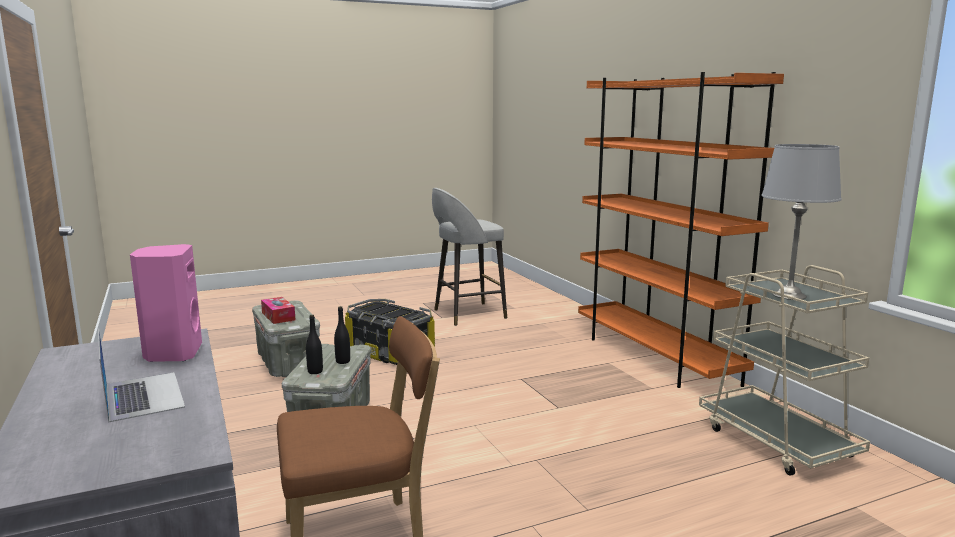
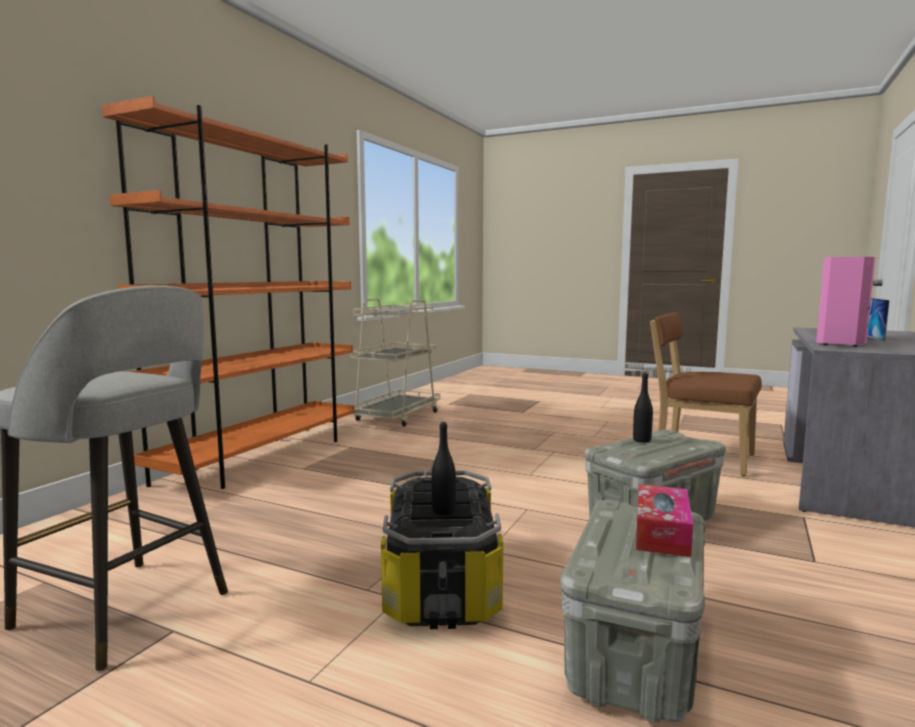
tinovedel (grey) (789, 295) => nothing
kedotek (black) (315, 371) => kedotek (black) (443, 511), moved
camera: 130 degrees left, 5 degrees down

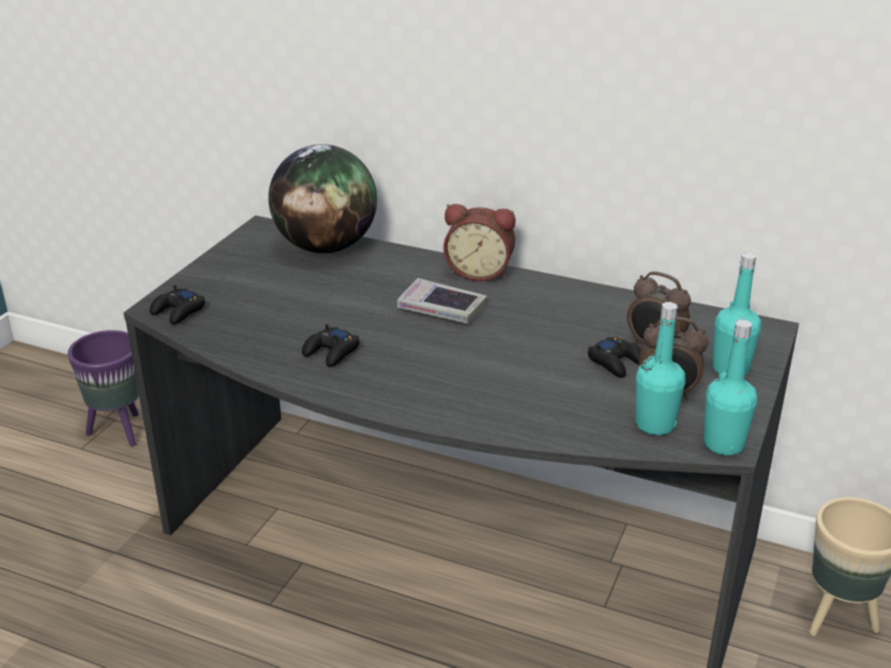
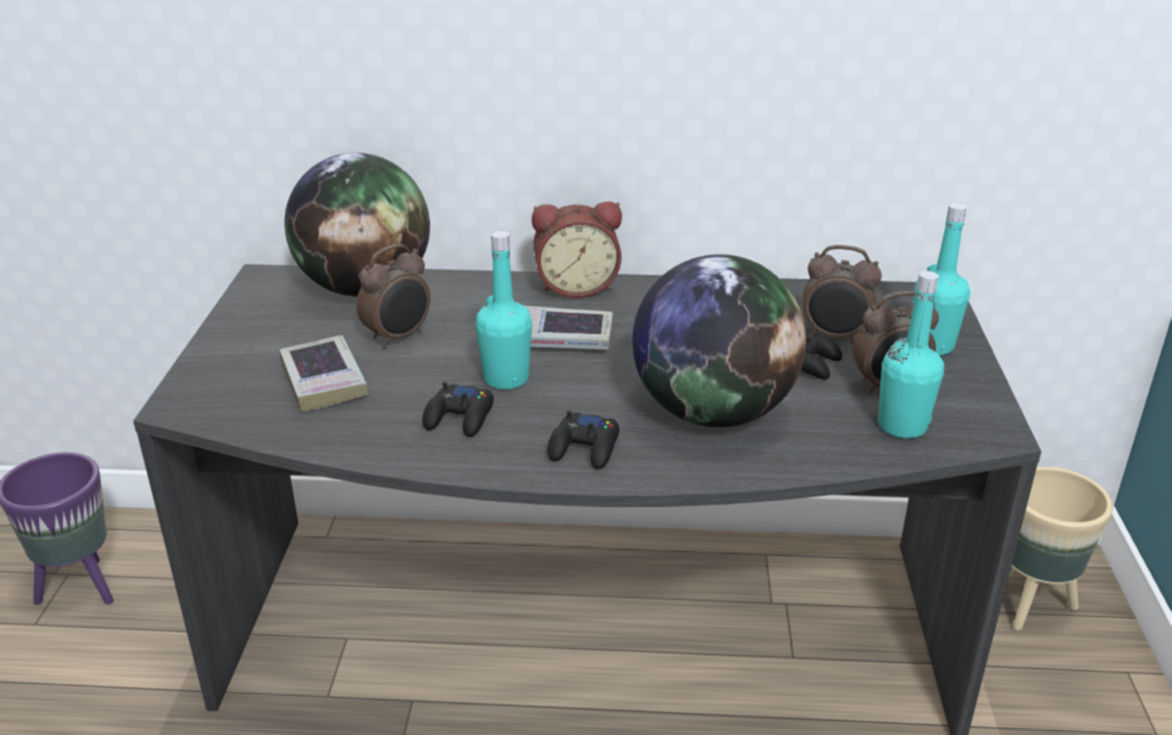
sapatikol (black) (178, 312) => sapatikol (black) (585, 448), moved
kedotek (turquoise) (723, 444) => kedotek (turquoise) (506, 379), moved
nothing => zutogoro (399, 337)
nothing => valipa (713, 412)
nothing => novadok (324, 380)
camera: 20 degrees left, 0 degrees up

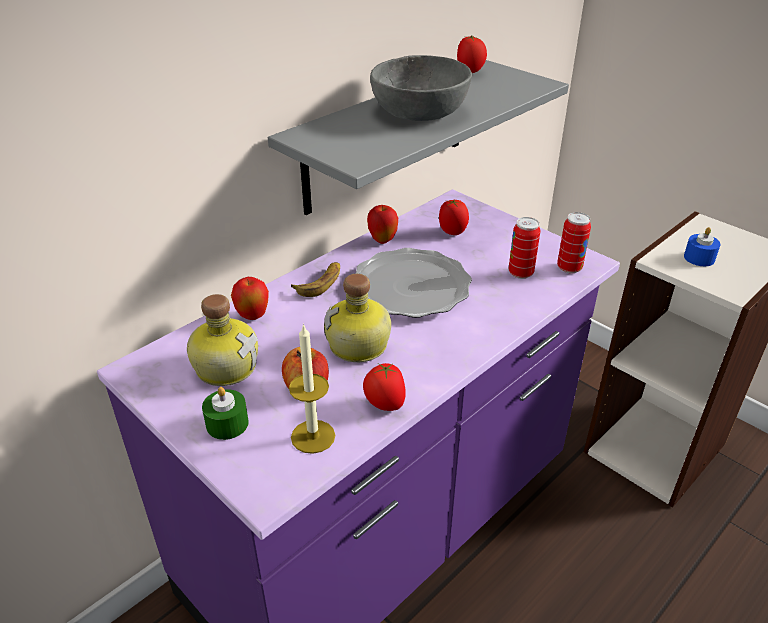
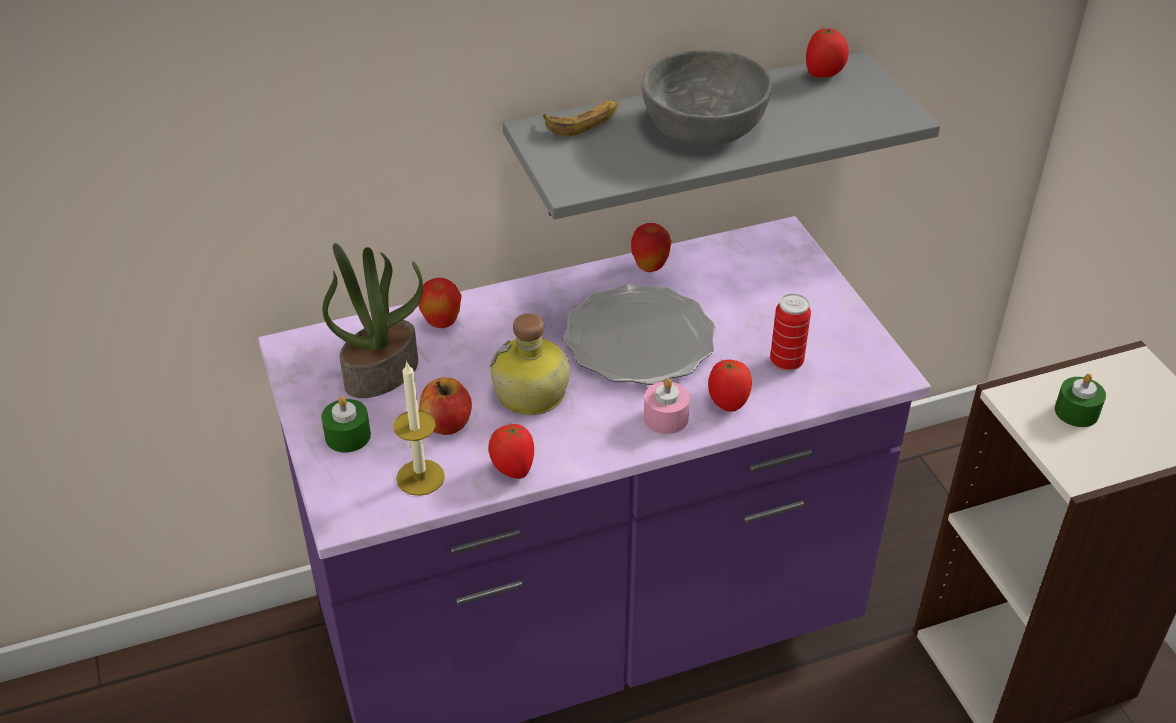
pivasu (452, 231) => pivasu (728, 403), moved
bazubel (569, 268) => nothing
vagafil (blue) (699, 258) => vagafil (green) (1076, 412)
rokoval (320, 283) => rokoval (583, 122), moved
kedotek (226, 366) => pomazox (381, 373)
nothing => vagafil (pink) (666, 418)
camera: 25 degrees right, 5 degrees up

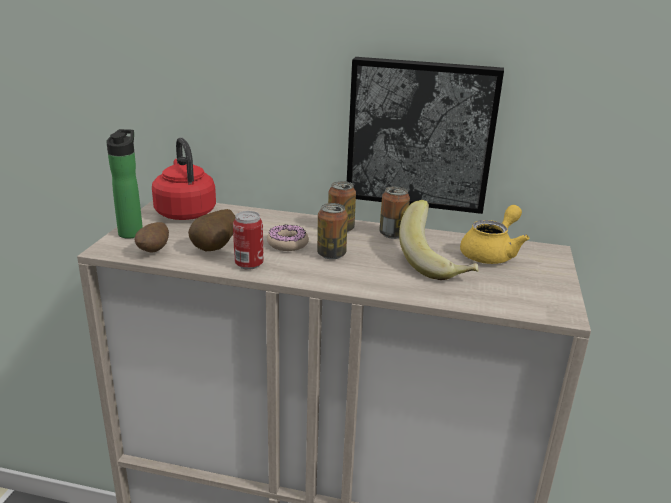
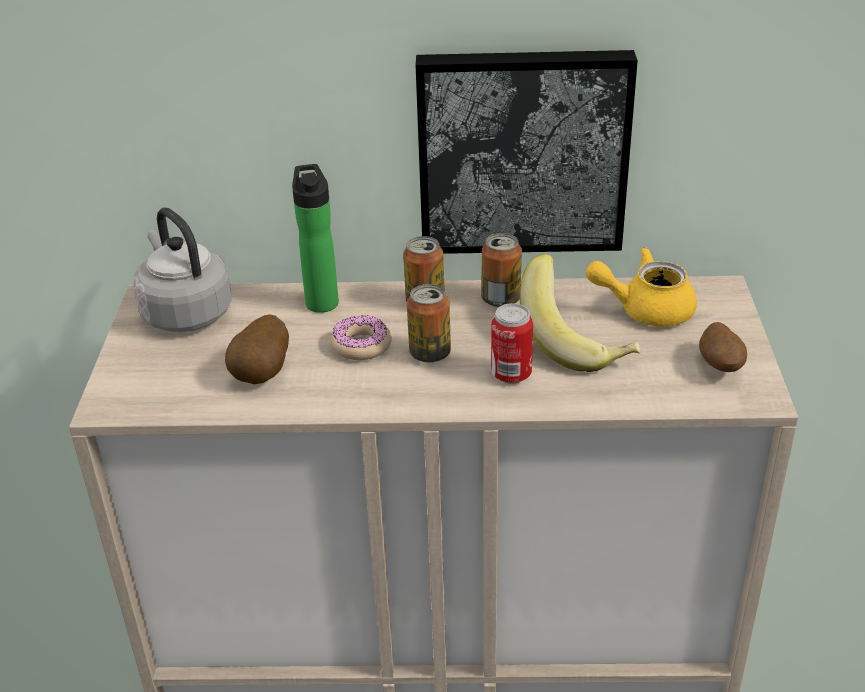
kedotek (132, 232) => kedotek (321, 300), moved
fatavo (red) (184, 212) => fatavo (grey) (185, 312)
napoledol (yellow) (492, 253) => napoledol (yellow) (645, 309), 120 degrees counterclockwise
bazubel (249, 264) => bazubel (511, 374), moved
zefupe (154, 251) => zefupe (720, 366), moved
camera: 10 degrees left, 10 degrees up

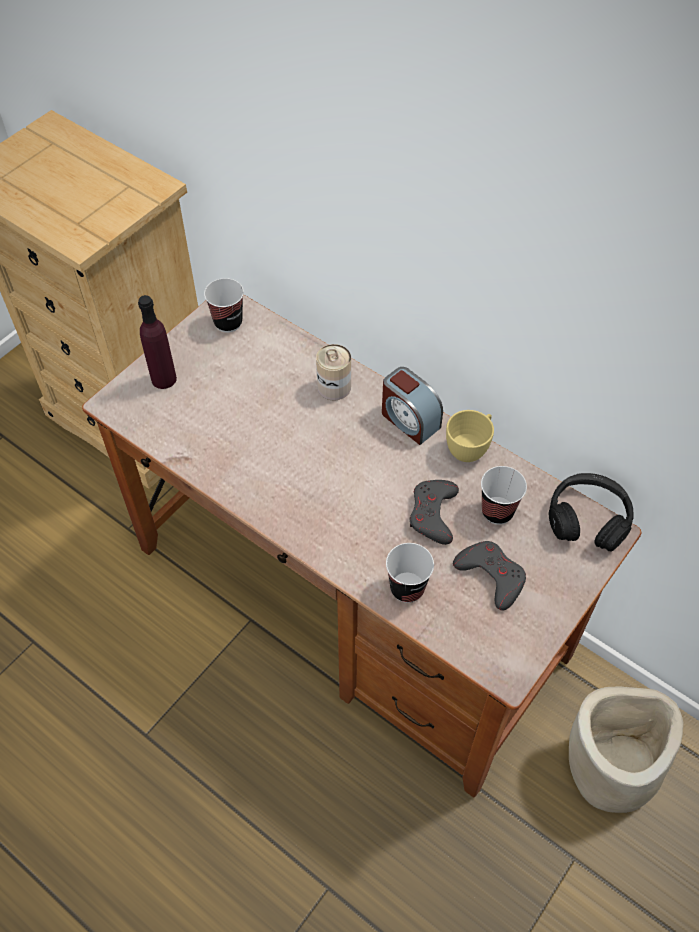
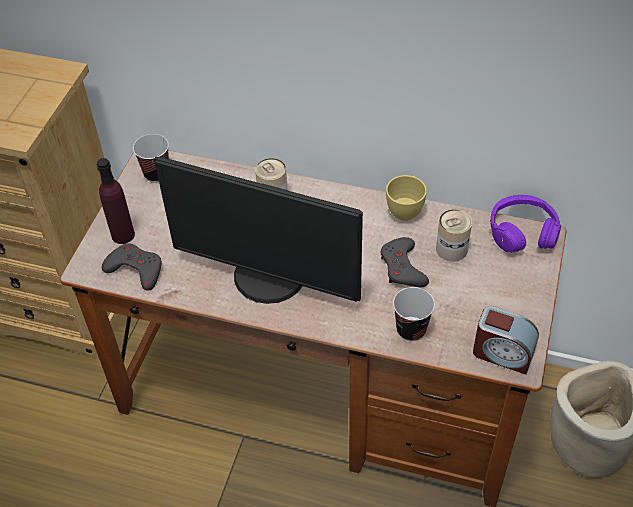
zutogoro (409, 420) => zutogoro (502, 353), moved
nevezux (497, 511) => bazubel (451, 249)
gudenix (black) (588, 519) => gudenix (purple) (522, 231)
sapatikol (grey) (491, 576) => sapatikol (grey) (135, 269), moved
nothing => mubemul (268, 278)
camera: 20 degrees left, 5 degrees down

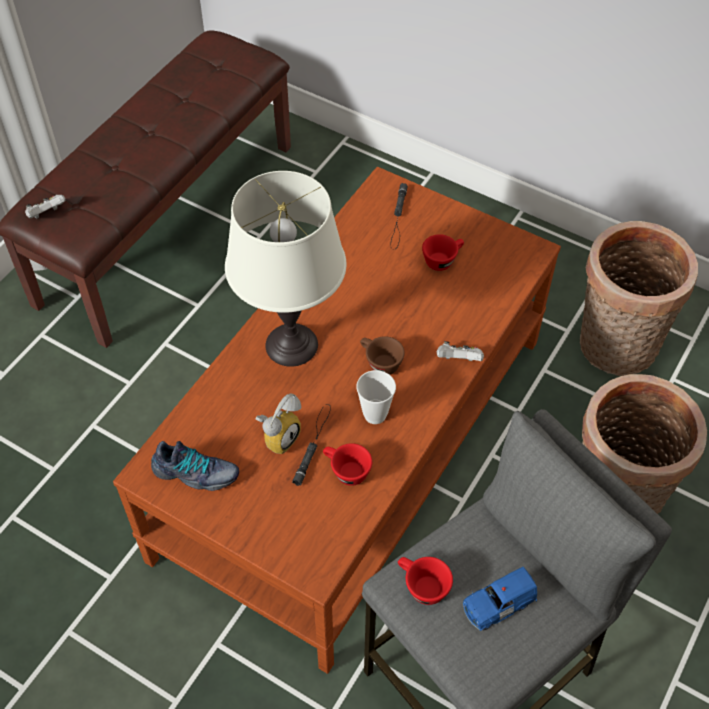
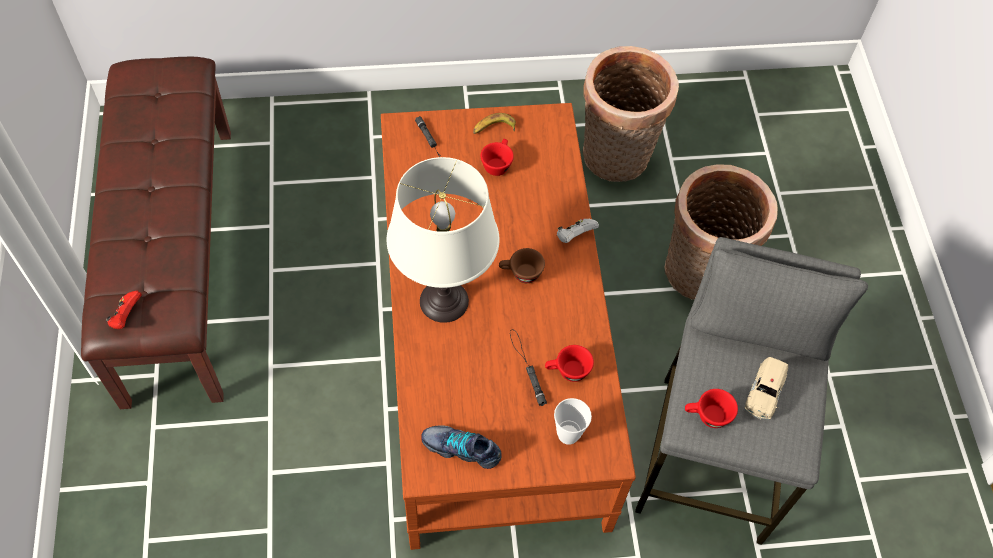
sapatikol (white) (47, 214) => sapatikol (red) (126, 316)
nevezux (375, 414) => nevezux (568, 434), moved
zutogoro (279, 436) => nothing
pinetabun (195, 474) => pinetabun (461, 448), 135 degrees counterclockwise
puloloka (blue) (497, 605) => puloloka (beige) (763, 395)
nothing => rokoval (493, 128)
camera: 40 degrees left, 5 degrees up

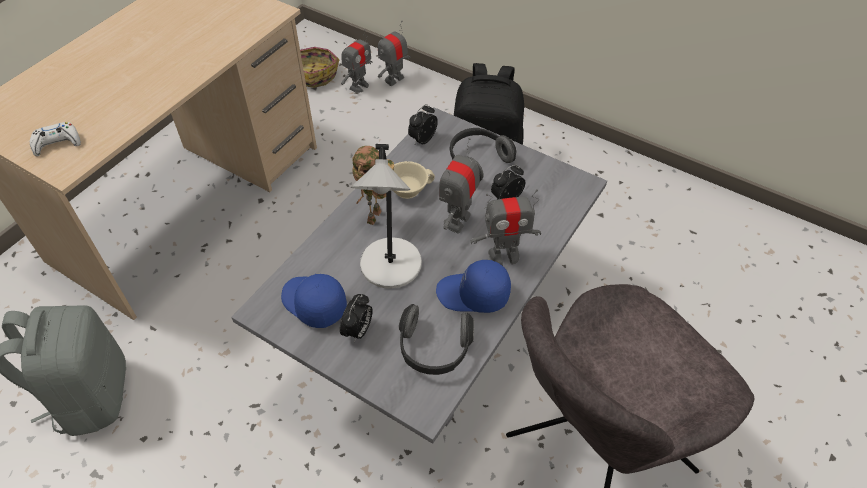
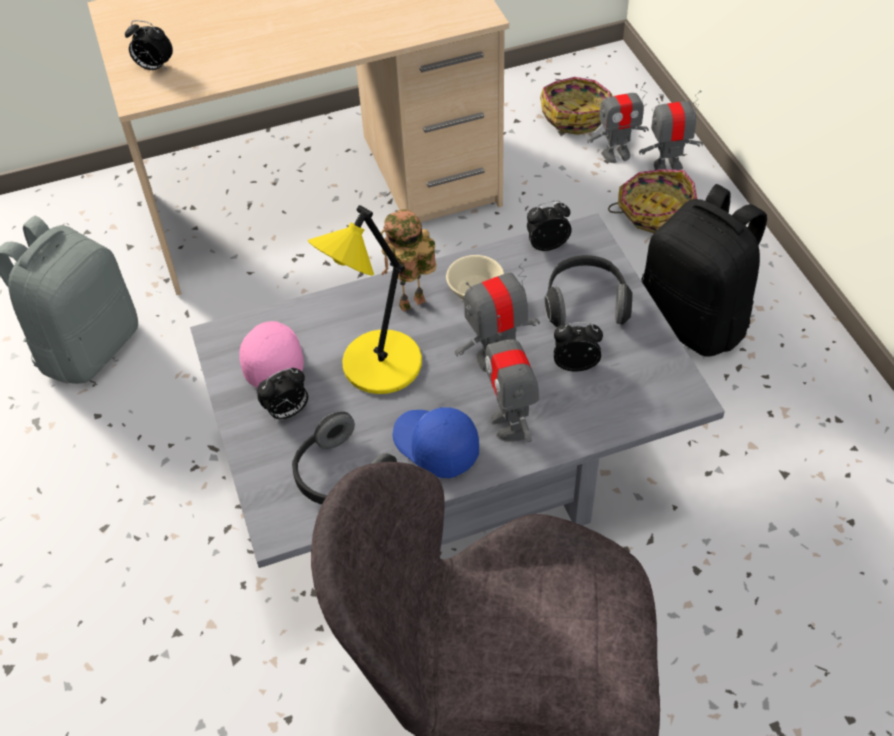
sapatikol (white) (57, 143) => zutogoro (154, 67)
tinovedel (grey) (390, 267) => tinovedel (yellow) (379, 366)
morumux (504, 255) => morumux (510, 424), 45 degrees clockwise
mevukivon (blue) (313, 304) => mevukivon (pink) (271, 359)
nothing => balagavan (654, 211)
camera: 40 degrees right, 0 degrees up

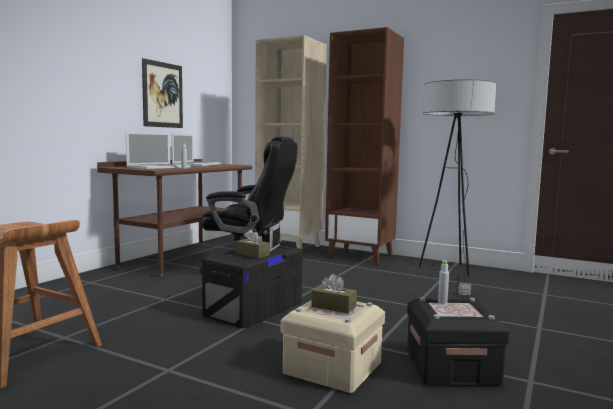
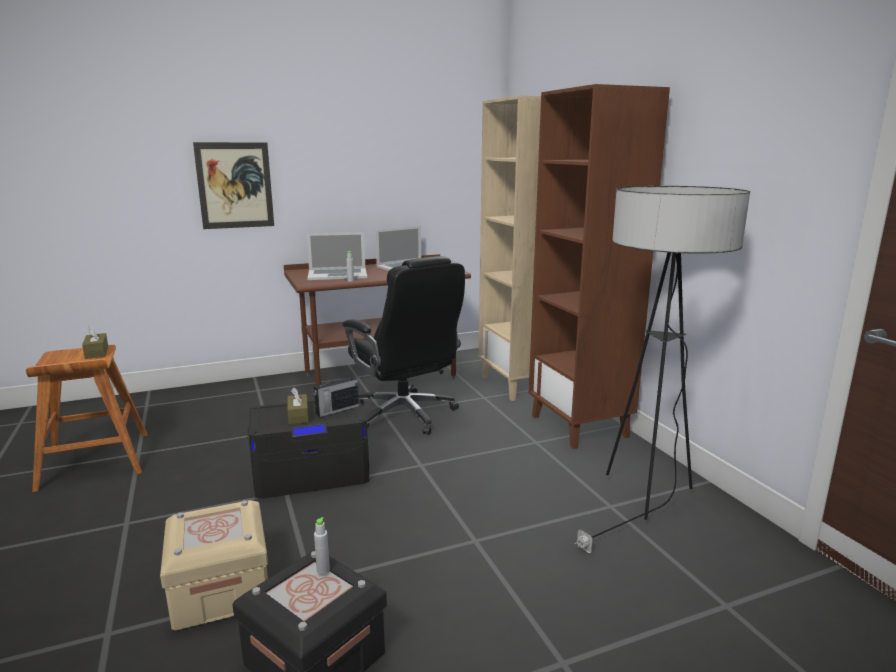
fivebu (163, 95) => fivebu (235, 185), moved
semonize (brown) (333, 307) => semonize (brown) (97, 352), moved
camera: 40 degrees right, 10 degrees up

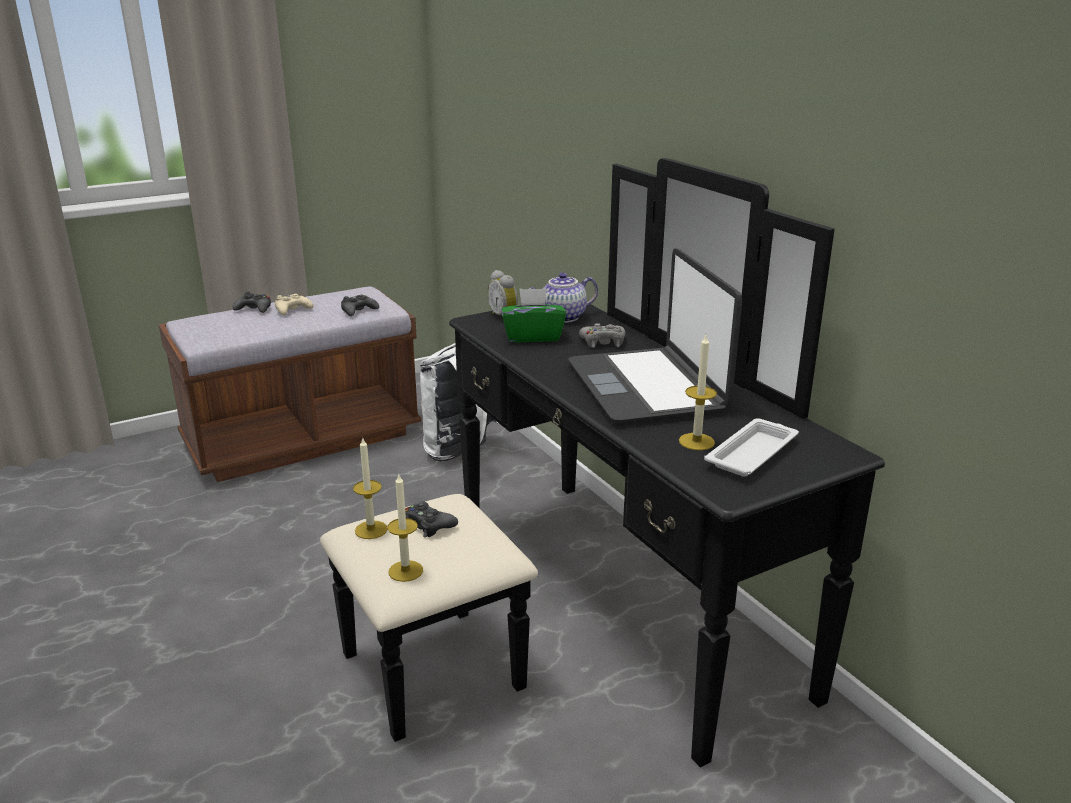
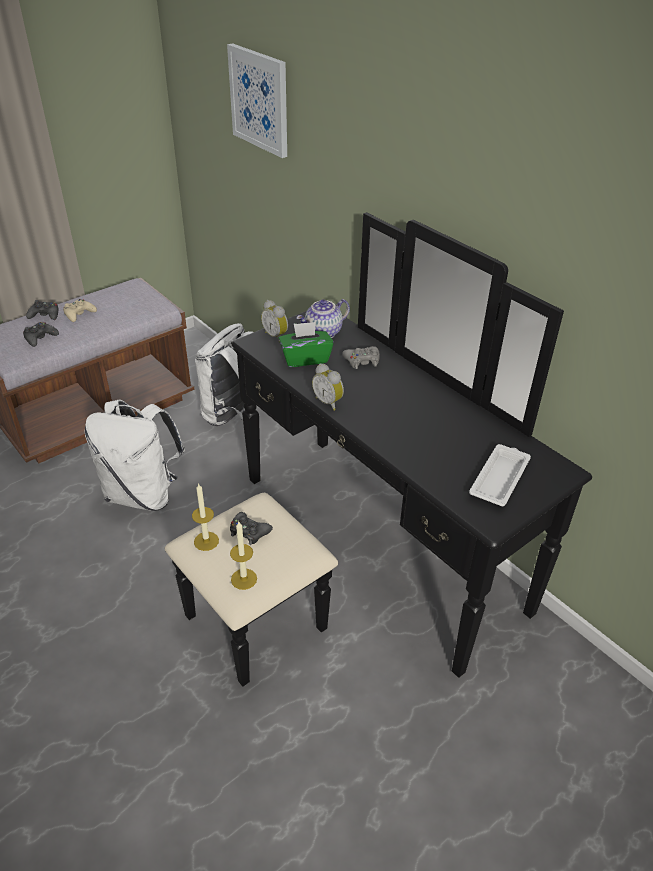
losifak (647, 387) => nothing
sapatikol (black) (358, 311) => sapatikol (black) (40, 338), moved
vagafil (696, 441) => nothing
nothing => fivebu (260, 100)
nothing => zutogoro (329, 402)
nothing => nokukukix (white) (143, 494)
camera: 10 degrees left, 15 degrees up

